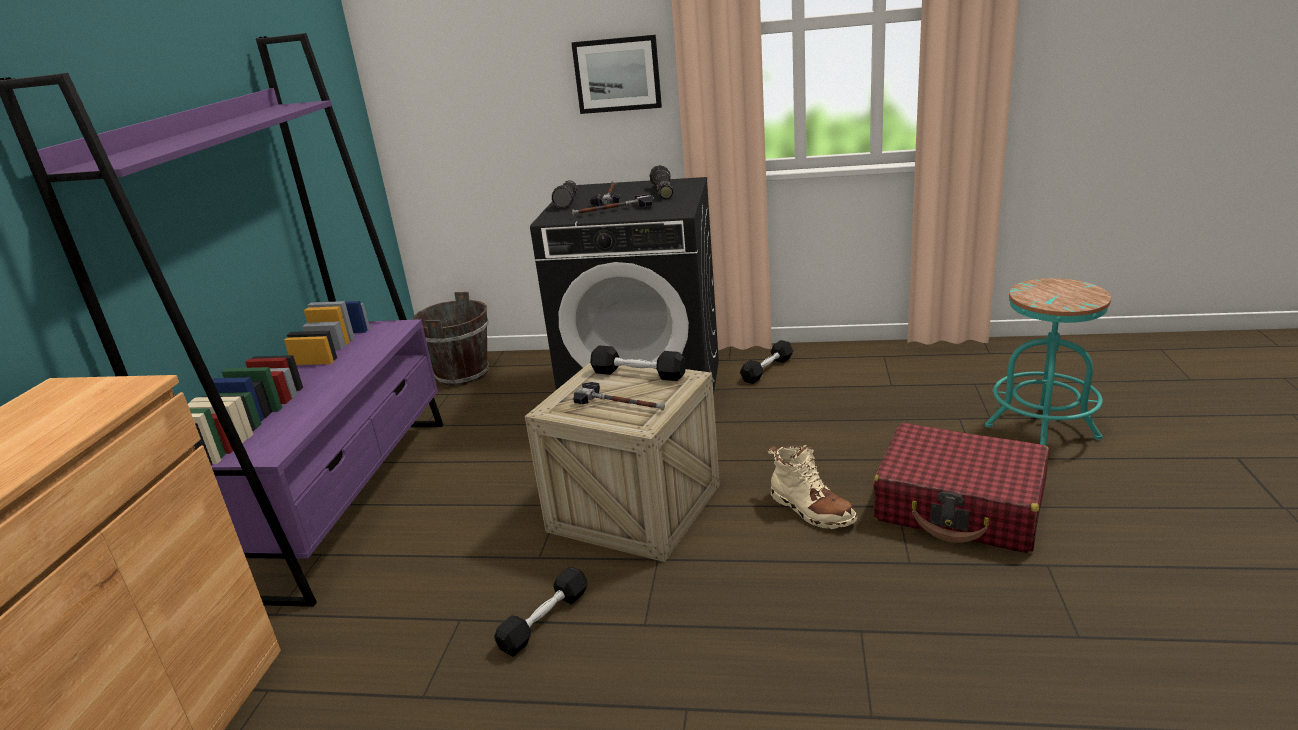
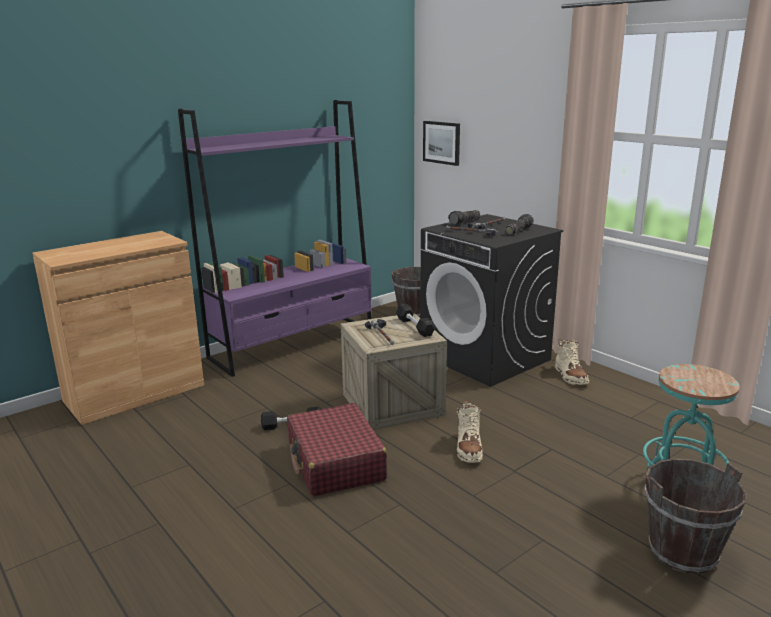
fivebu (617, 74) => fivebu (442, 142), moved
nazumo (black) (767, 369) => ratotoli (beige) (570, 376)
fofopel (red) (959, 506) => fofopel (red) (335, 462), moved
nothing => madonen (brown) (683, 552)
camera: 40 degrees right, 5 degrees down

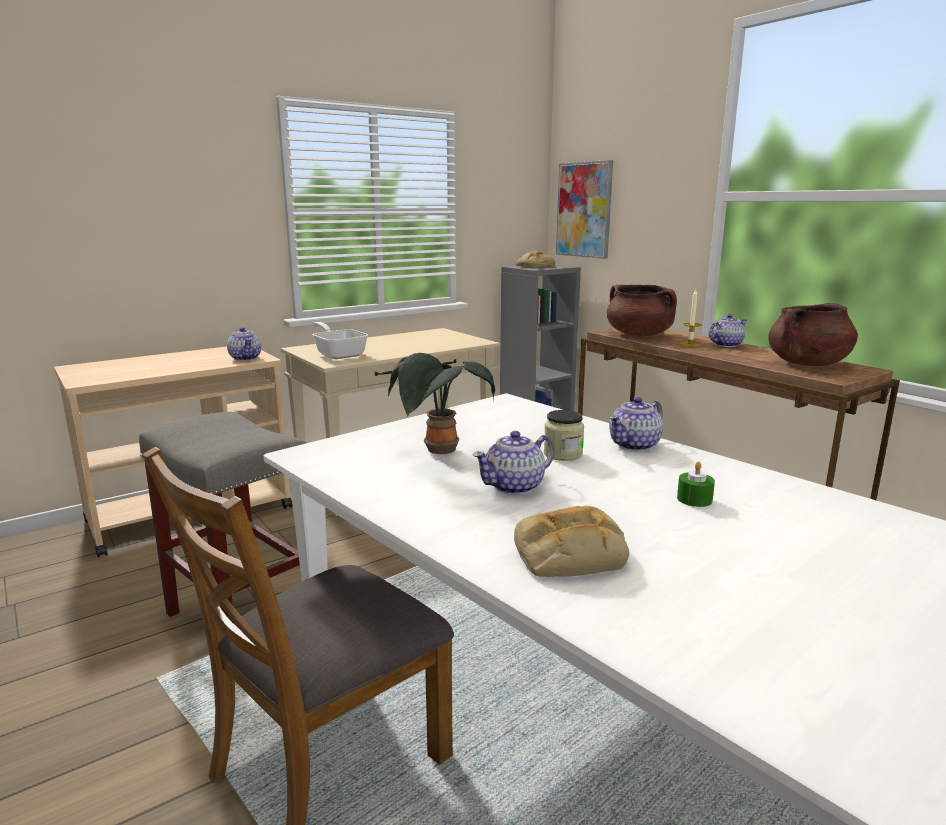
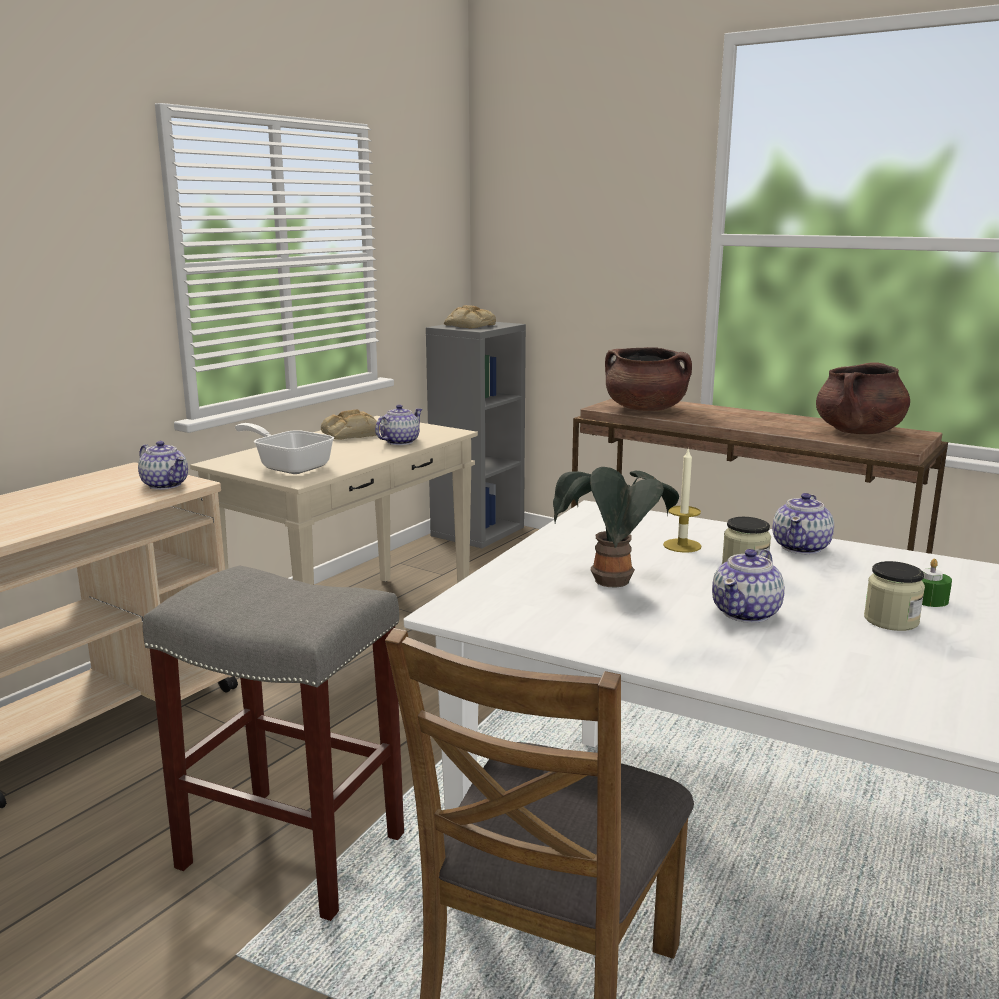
fivebu (584, 210) => nothing
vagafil (690, 344) => vagafil (682, 545), moved
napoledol (725, 345) => napoledol (399, 442), moved
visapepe (568, 555) => visapepe (350, 434), moved
nothing => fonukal (891, 620)
camera: 20 degrees left, 0 degrees up

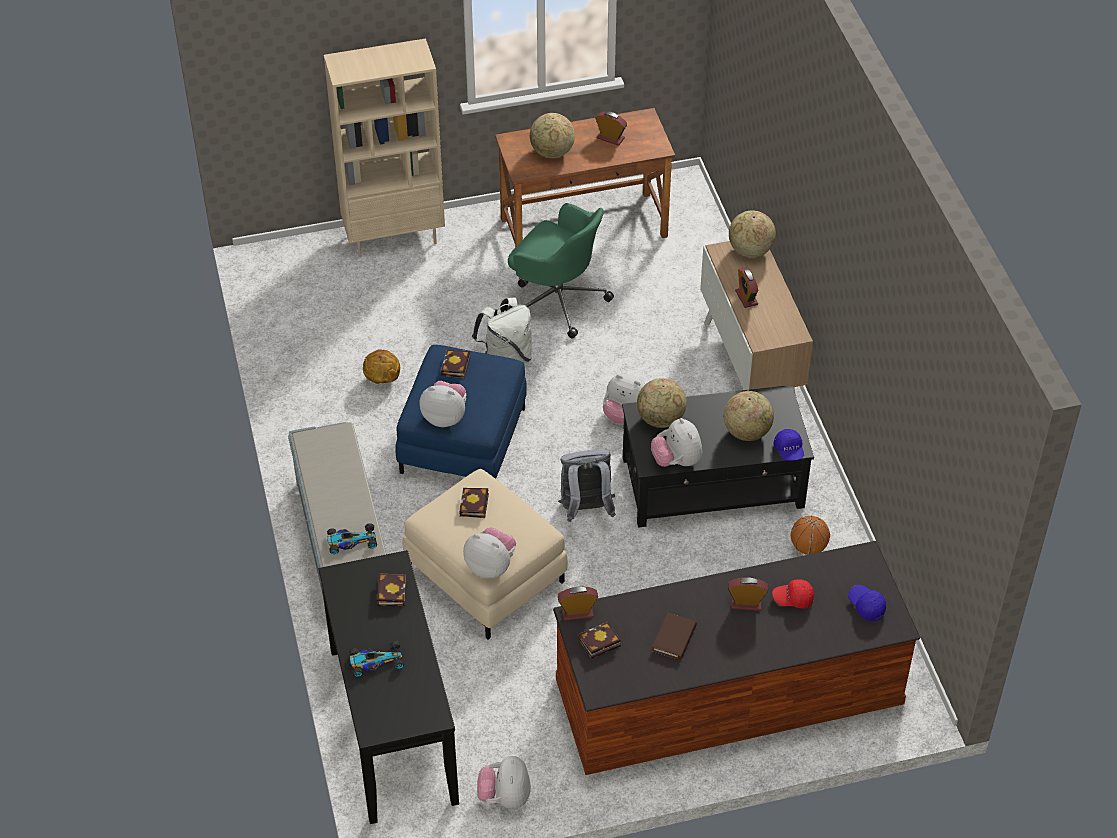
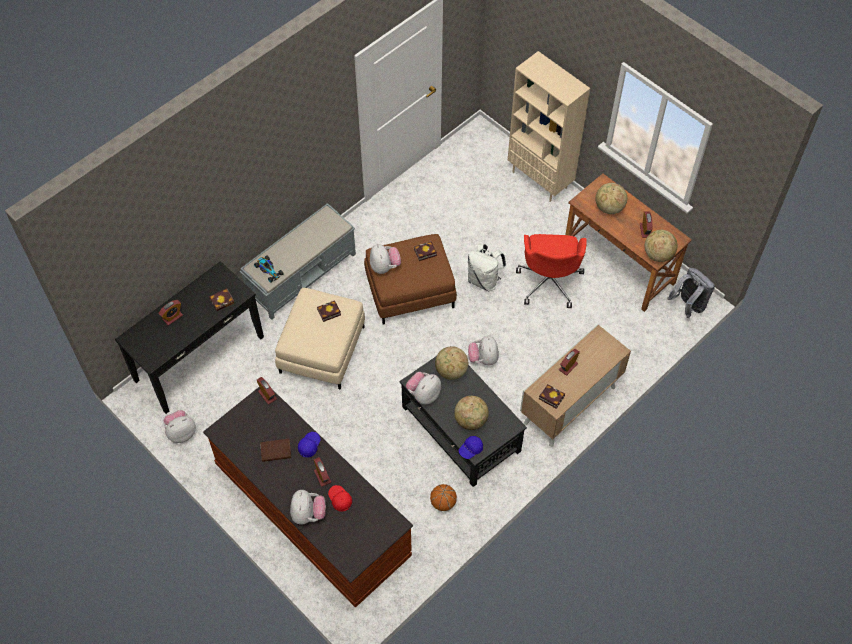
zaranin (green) (557, 300) => zaranin (red) (549, 281)
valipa (750, 250) => valipa (658, 254), moved
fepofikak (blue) (462, 440) => fepofikak (brown) (410, 290)
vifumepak (382, 379) => nothing
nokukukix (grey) (586, 510) => nokukukix (grey) (688, 306), moved
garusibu (491, 566) => garusibu (308, 514), moved
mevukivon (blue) (866, 606) => mevukivon (blue) (309, 446), moved
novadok (598, 644) => novadok (550, 397), moved
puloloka (375, 661) => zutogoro (172, 317)
camera: 60 degrees right, 10 degrees up

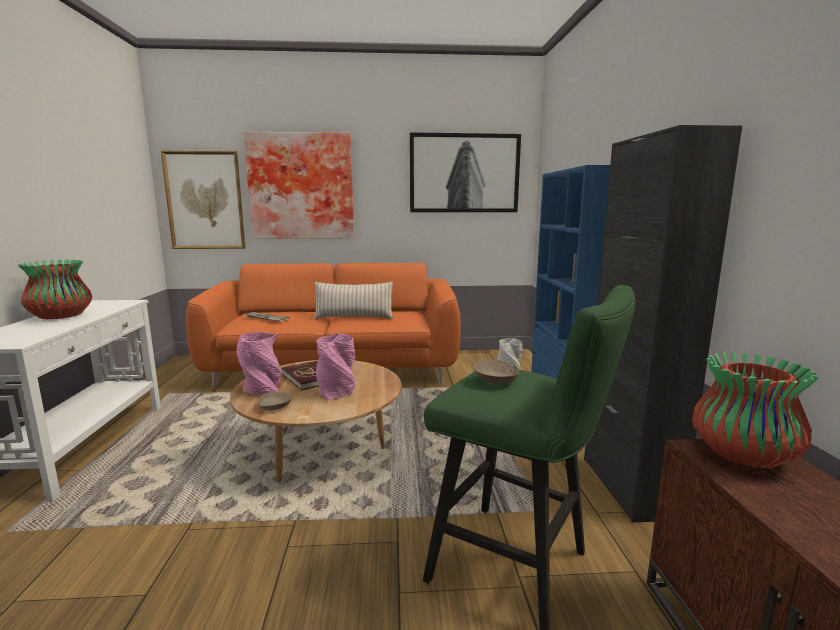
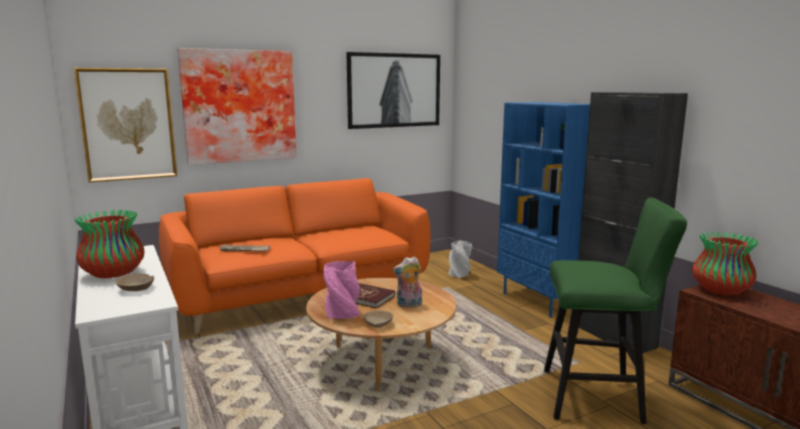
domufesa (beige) (354, 317) => nothing
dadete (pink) (337, 393) => garusibu (409, 305)
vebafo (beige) (496, 380) => vebafo (beige) (137, 288), moved
camera: 25 degrees left, 0 degrees up

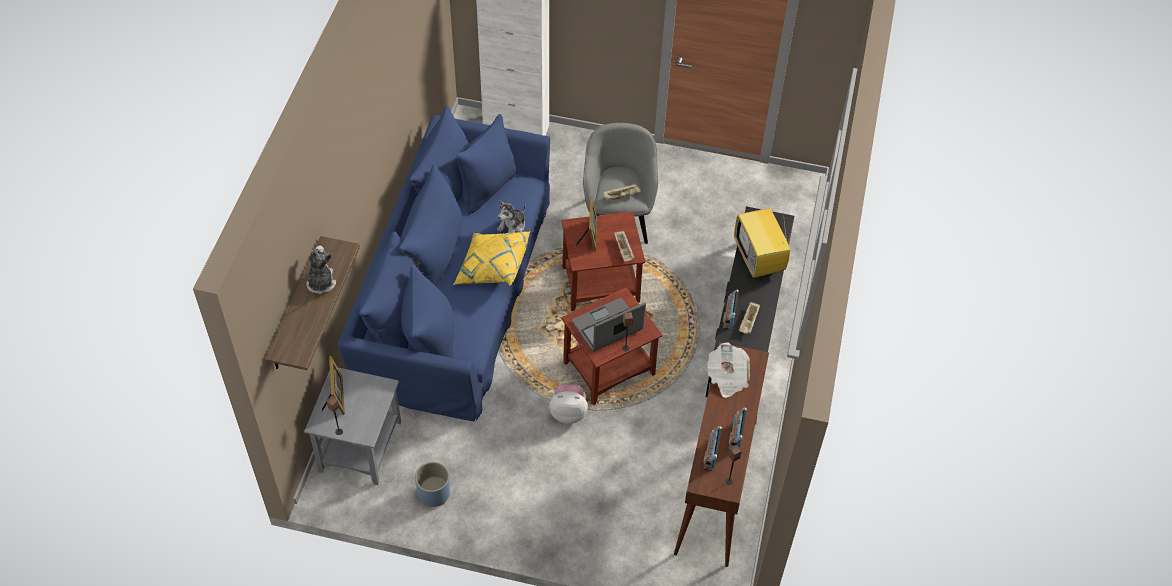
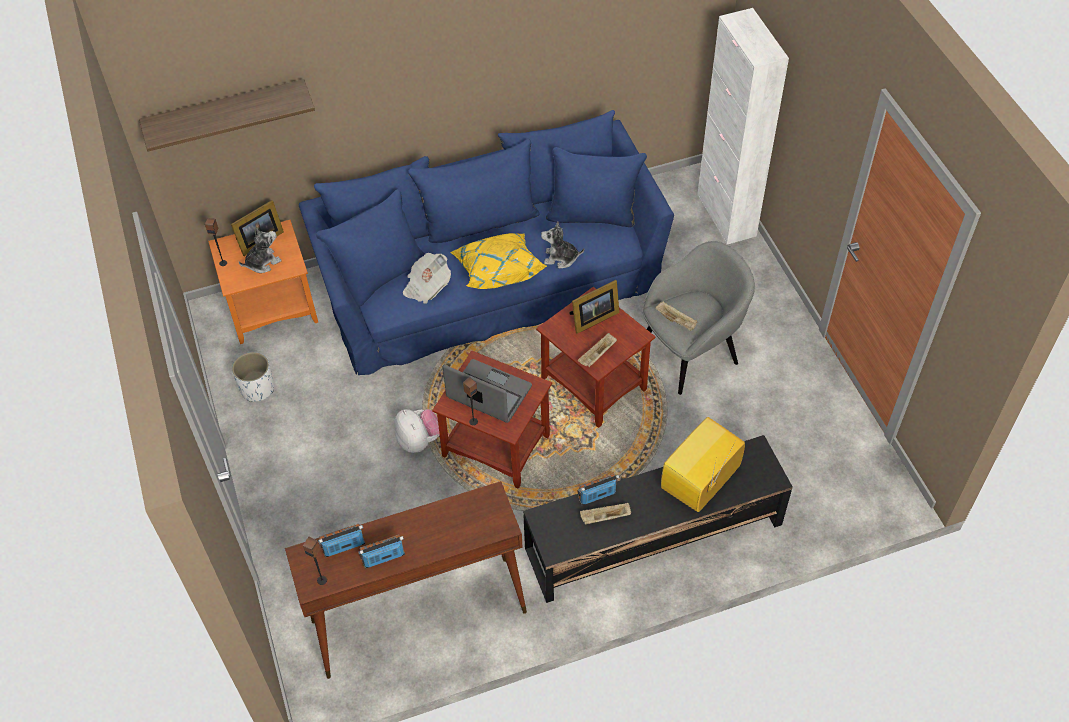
garusibu (321, 282) => garusibu (262, 262), moved
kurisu (727, 377) => kurisu (427, 286), moved
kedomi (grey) (359, 446) => kedomi (orange) (272, 308)
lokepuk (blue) (434, 494) => lokepuk (white) (257, 389)
camera: 60 degrees right, 0 degrees up

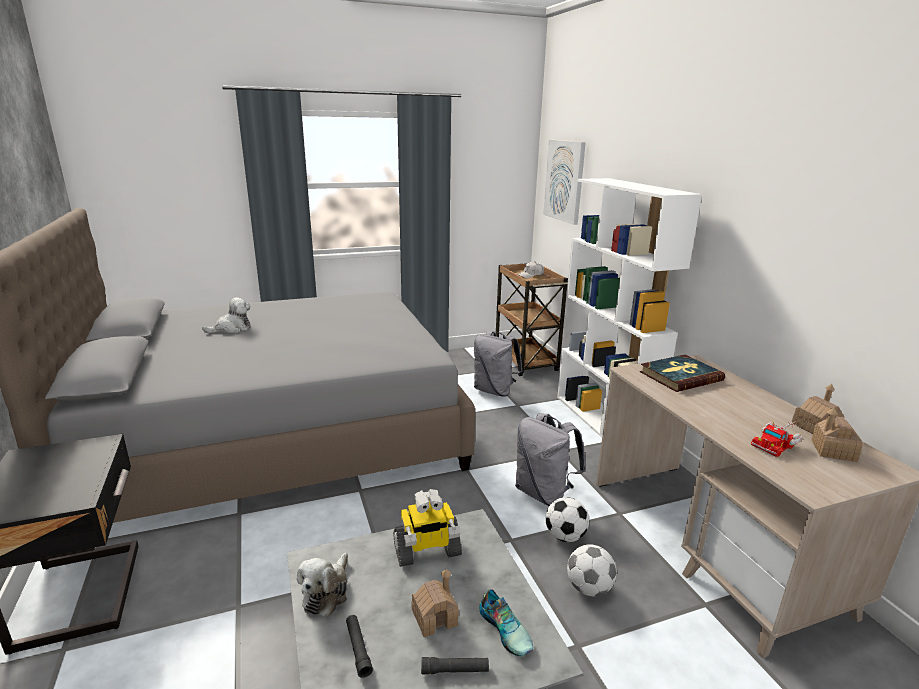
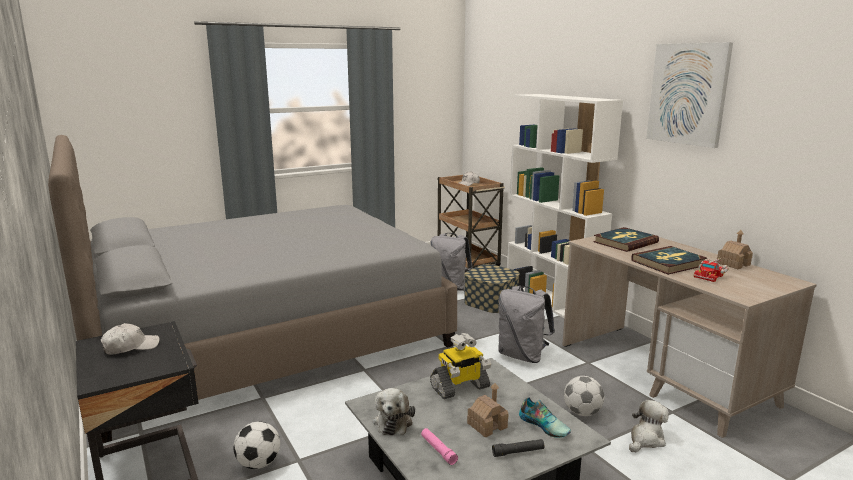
fivebu (564, 181) => fivebu (688, 94), moved
garusibu (231, 329) => garusibu (646, 439), moved
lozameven (833, 450) => nothing
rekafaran (565, 536) => rekafaran (258, 463), moved
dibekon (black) (358, 649) => dibekon (pink) (438, 450)
nothing => novadok (668, 263)
nothing => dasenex (491, 301)
nothing => mevukivon (white) (130, 347)
camera: 10 degrees left, 5 degrees down

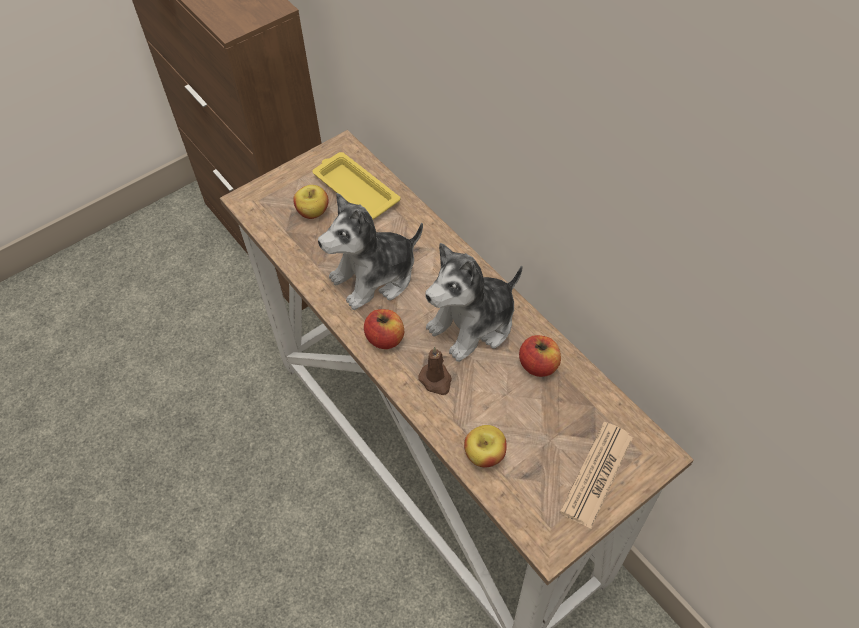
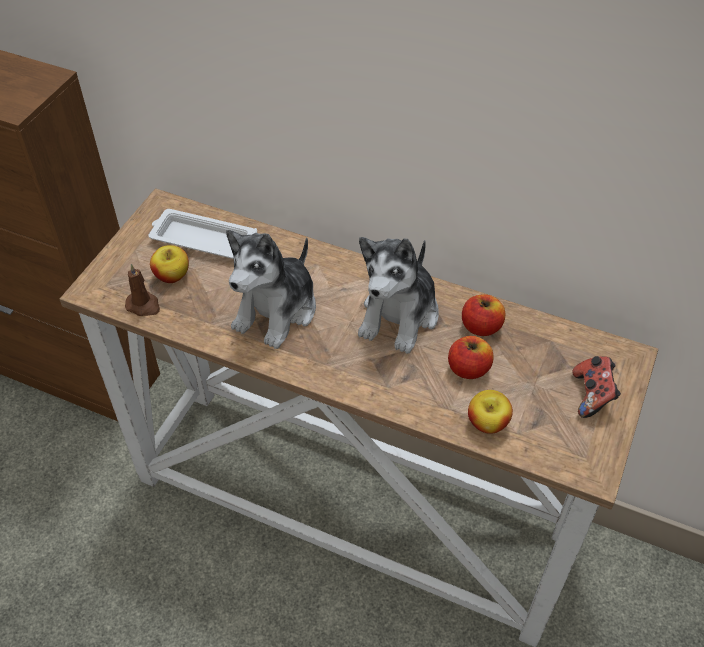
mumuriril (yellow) (355, 189) => mumuriril (white) (201, 240)
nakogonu (385, 338) => nakogonu (468, 369), moved
vagafil (brown) (436, 380) => vagafil (brown) (144, 305), moved
kurisu (597, 474) => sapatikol (592, 395)
camera: 30 degrees left, 5 degrees down

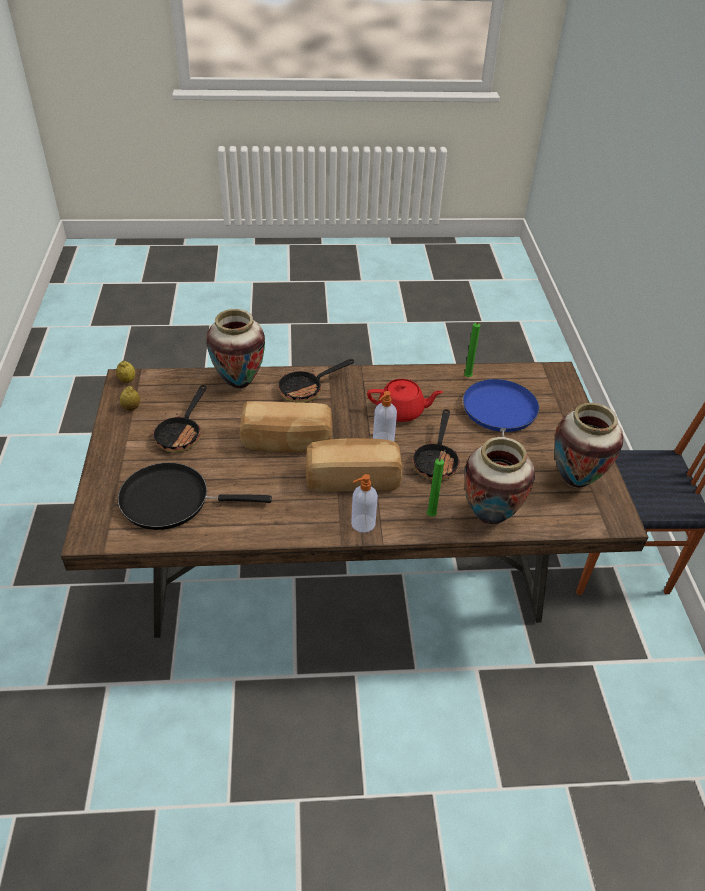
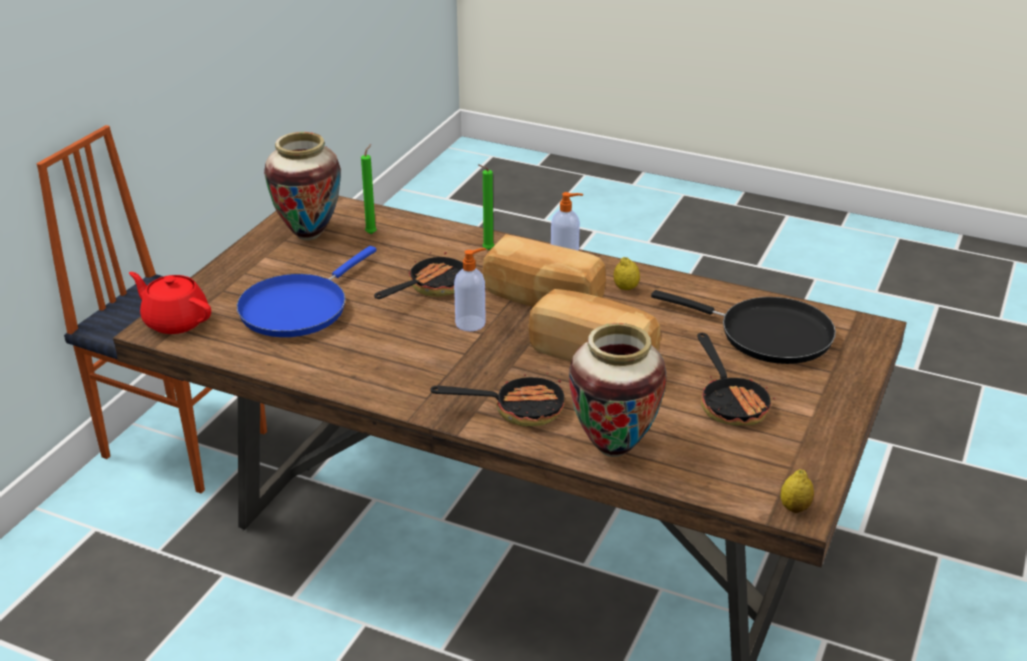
vagafil (green) (467, 378) => vagafil (green) (372, 233), moved
napoledol (red) (402, 411) => napoledol (red) (175, 321), moved
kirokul (182, 434) => kirokul (730, 402), 120 degrees clockwise
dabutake (131, 408) => dabutake (626, 288), moved
dadete (489, 517) => nothing
camera: 150 degrees left, 10 degrees down

